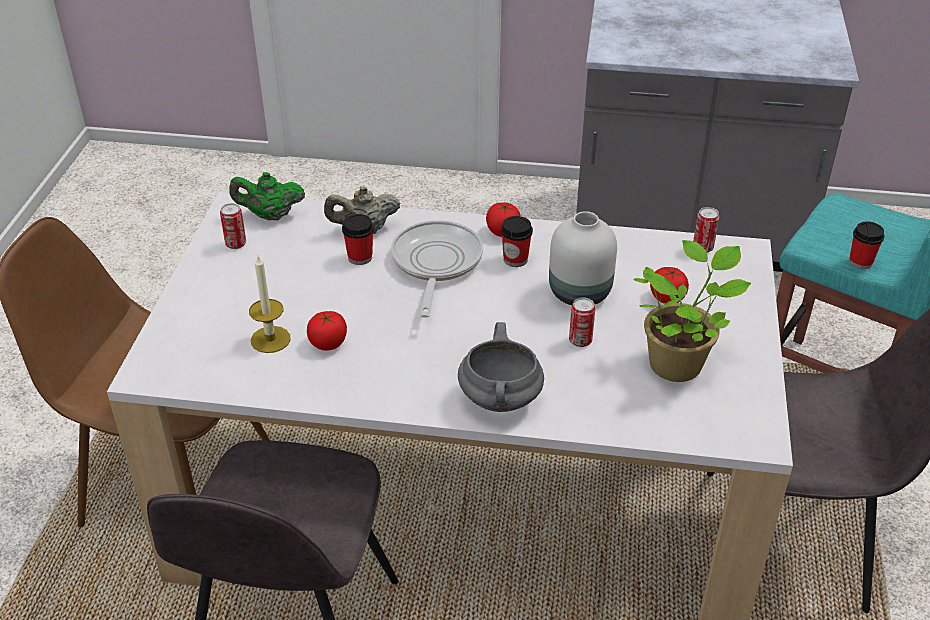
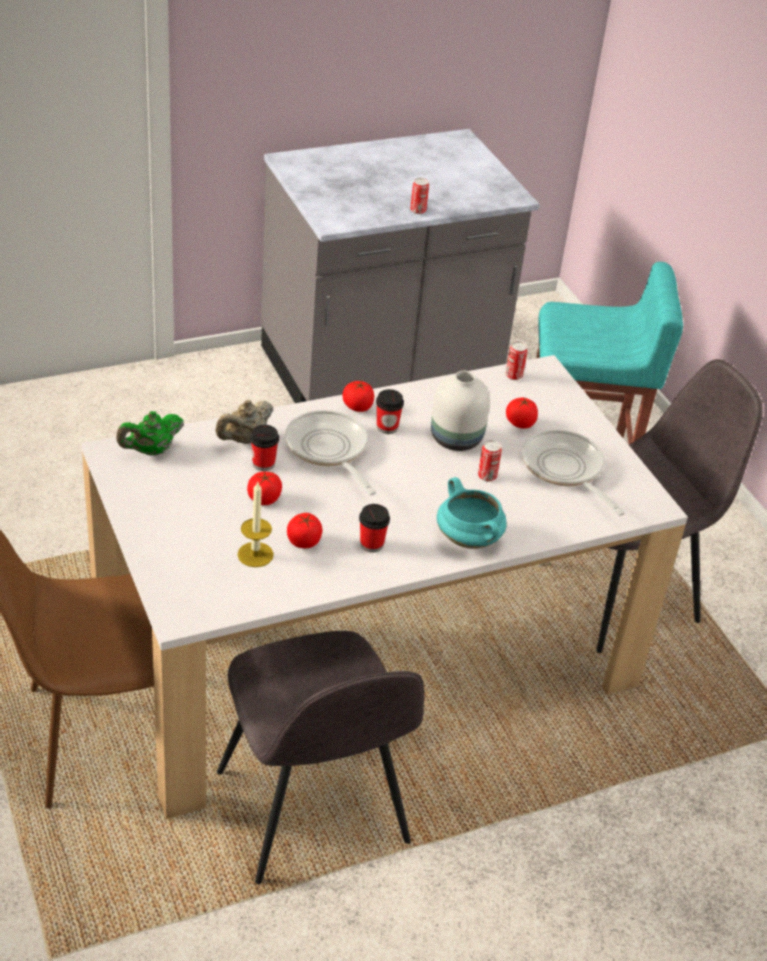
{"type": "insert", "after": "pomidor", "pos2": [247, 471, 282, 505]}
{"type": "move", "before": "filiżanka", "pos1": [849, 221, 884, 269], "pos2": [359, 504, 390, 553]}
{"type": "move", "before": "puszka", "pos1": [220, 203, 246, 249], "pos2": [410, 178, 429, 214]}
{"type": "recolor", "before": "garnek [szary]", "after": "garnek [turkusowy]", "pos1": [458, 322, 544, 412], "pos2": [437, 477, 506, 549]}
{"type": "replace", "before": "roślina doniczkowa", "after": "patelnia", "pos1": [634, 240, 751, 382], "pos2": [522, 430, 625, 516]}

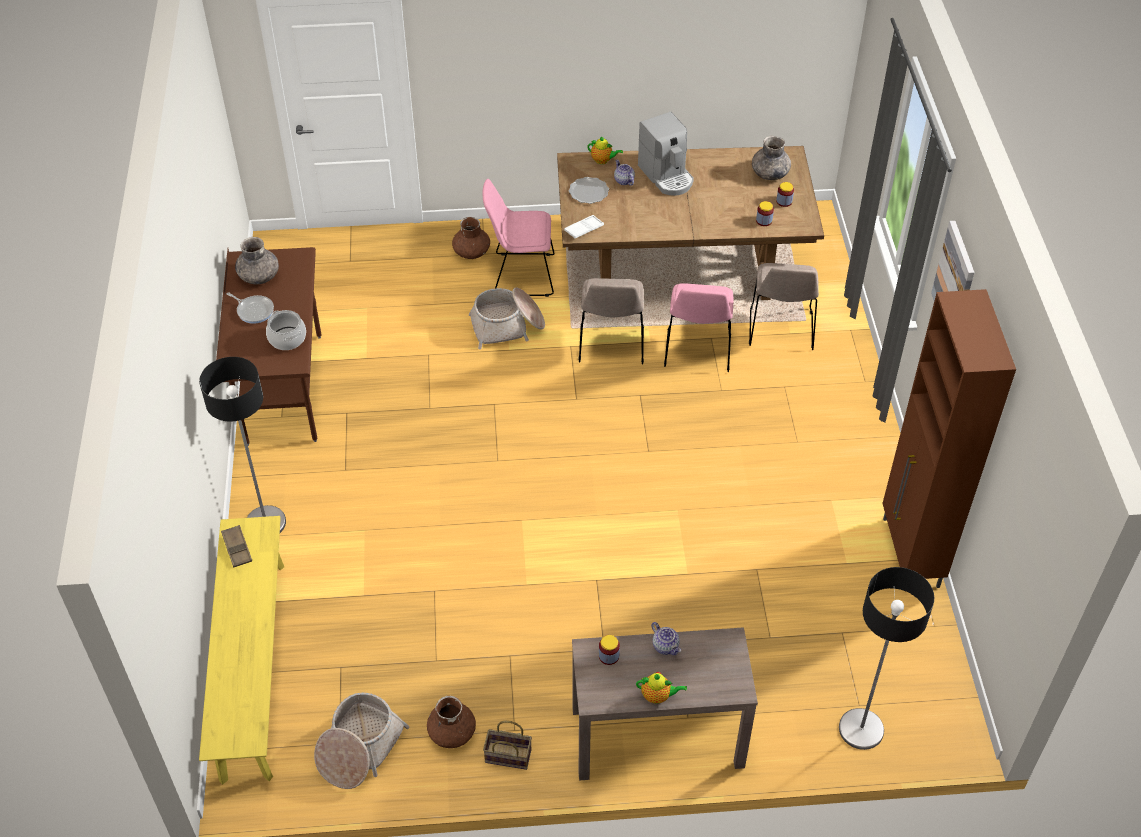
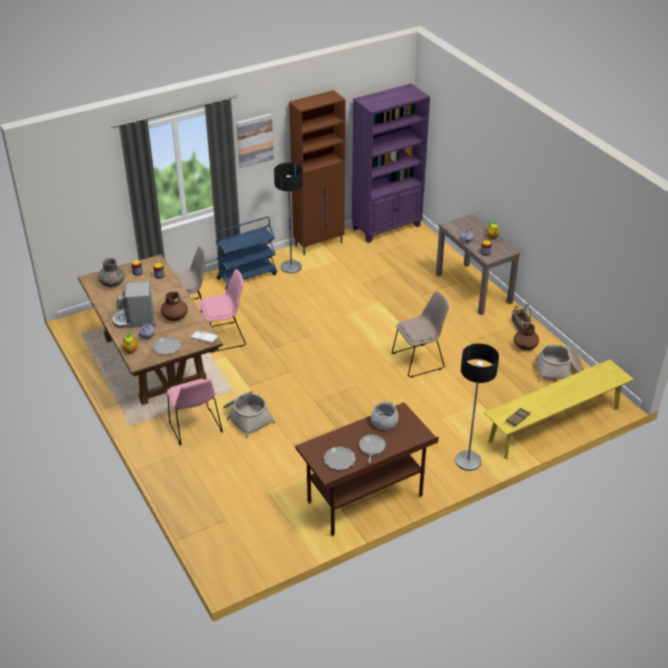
{"type": "rotate", "before": "ekspres do kawy", "pos1": [638, 112, 694, 196], "pos2": [112, 281, 154, 329], "turn": -135}
{"type": "move", "before": "wazon [brązowy]", "pos1": [452, 217, 490, 259], "pos2": [161, 291, 188, 321]}
{"type": "insert", "after": "wózek [niebieski]", "pos2": [216, 216, 277, 290]}
{"type": "move", "before": "lampa stojąca", "pos1": [839, 567, 934, 750], "pos2": [274, 163, 303, 273]}
{"type": "replace", "before": "wazon [szary]", "after": "talerz", "pos1": [235, 237, 279, 285], "pos2": [324, 447, 356, 470]}
{"type": "insert", "after": "regał [fioletowy]", "pos2": [352, 84, 430, 243]}
{"type": "move", "before": "krzesło [beżowy]", "pos1": [579, 278, 644, 365], "pos2": [392, 291, 449, 378]}

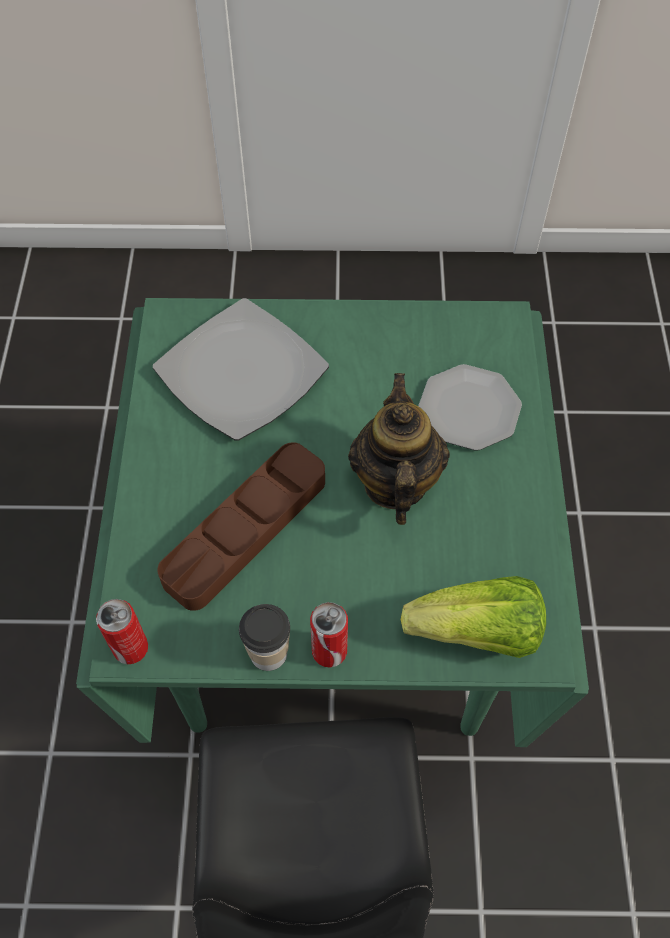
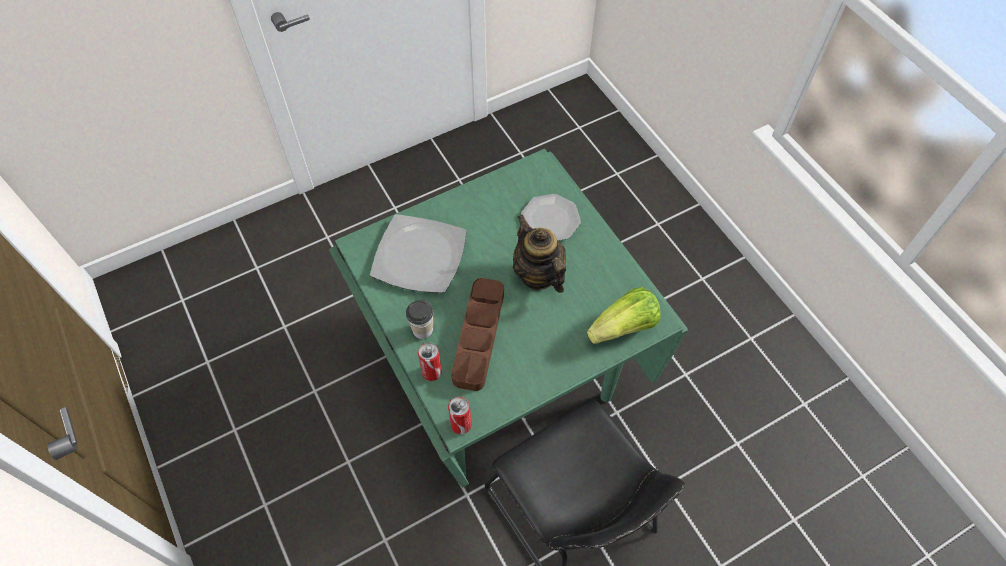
{"type": "move", "before": "filiżanka", "pos1": [239, 604, 290, 671], "pos2": [406, 300, 433, 339]}
{"type": "move", "before": "puszka", "pos1": [310, 602, 348, 668], "pos2": [418, 343, 442, 381]}

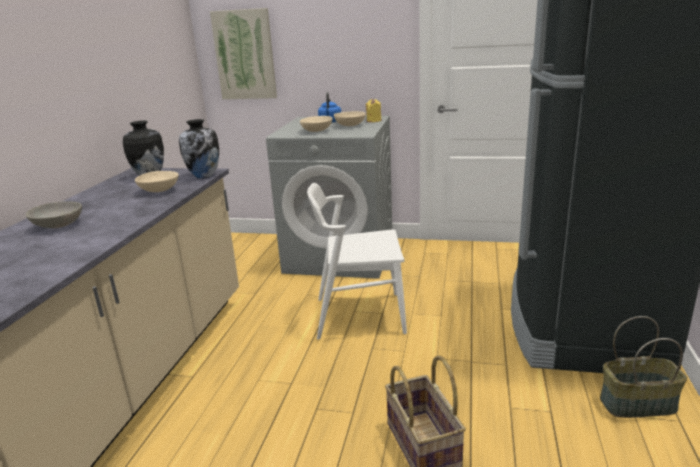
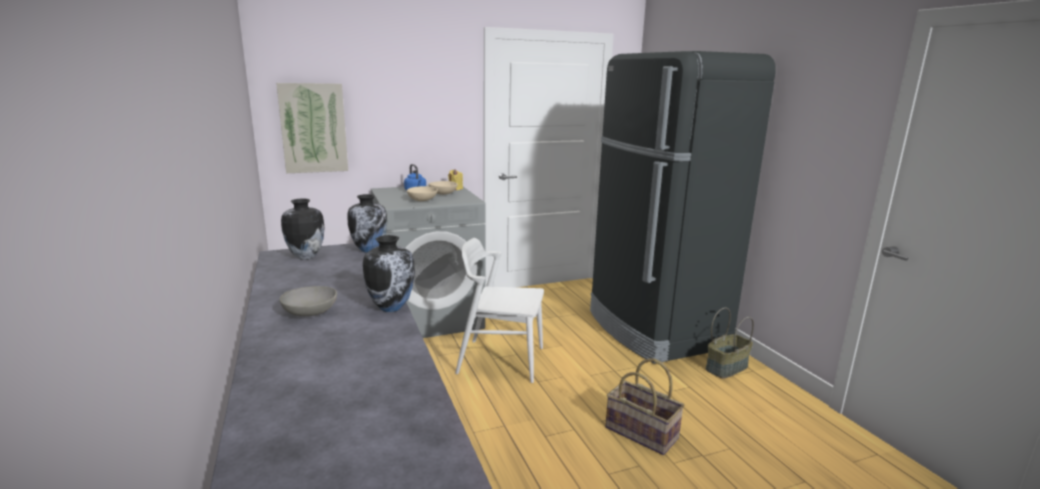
{"type": "insert", "after": "wazon", "pos2": [363, 235, 415, 312]}
{"type": "rotate", "before": "krzesło [biały]", "pos1": [307, 183, 407, 340], "pos2": [455, 238, 544, 383], "turn": 45}
{"type": "delete", "before": "miska [beżowy]", "pos1": [135, 171, 179, 192]}

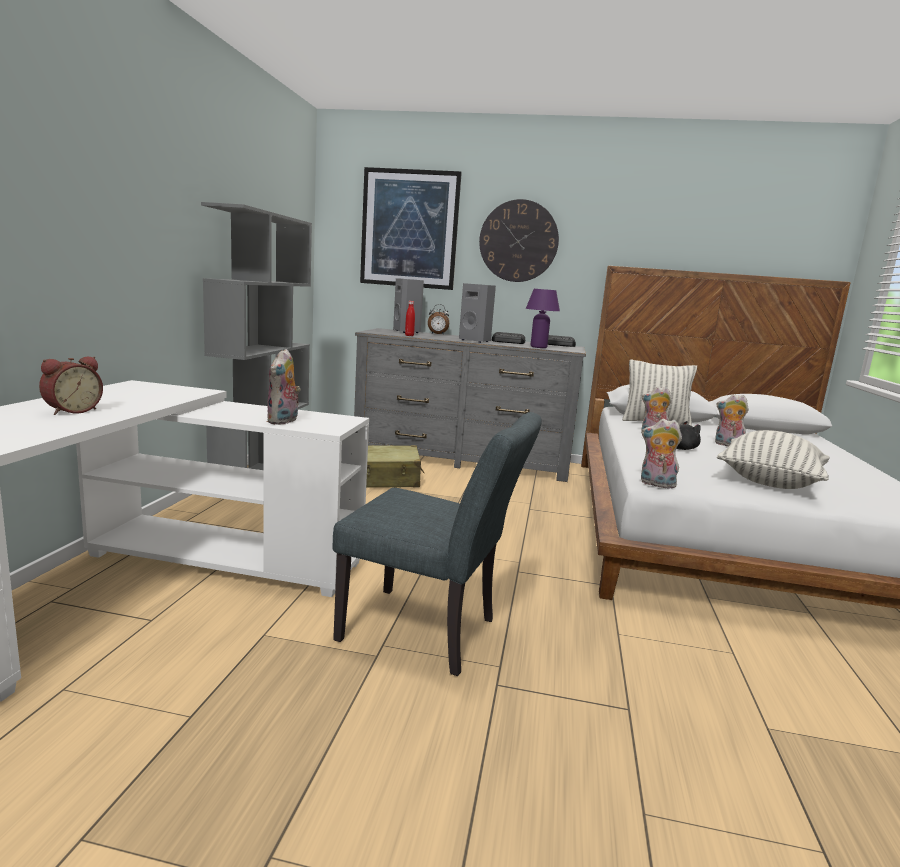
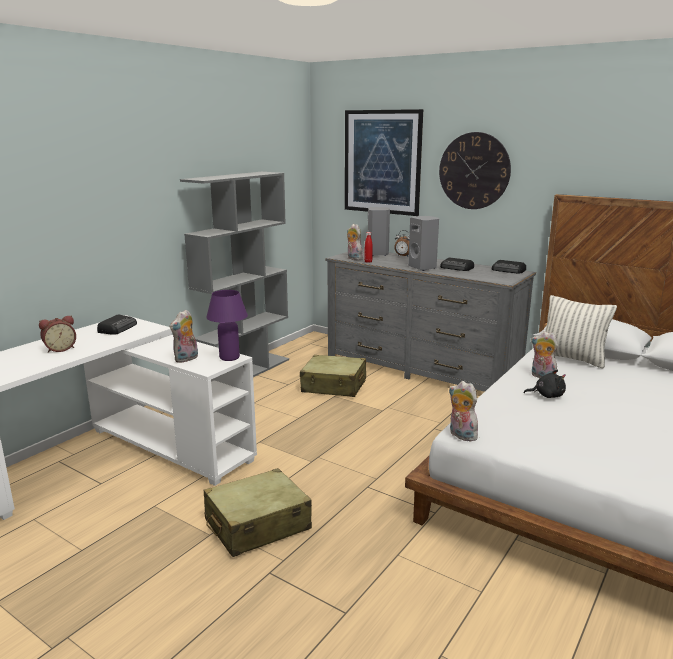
{"type": "insert", "after": "radio", "pos2": [97, 314, 137, 335]}
{"type": "replace", "before": "krzesło [szary]", "after": "walizka [beżowy]", "pos1": [332, 412, 542, 676], "pos2": [204, 468, 312, 557]}
{"type": "move", "before": "lampa stołowa [fioletowy]", "pos1": [526, 289, 560, 348], "pos2": [206, 290, 248, 361]}
{"type": "move", "before": "pluszak", "pos1": [715, 394, 749, 447], "pos2": [347, 224, 363, 260]}
{"type": "delete", "before": "poduszka", "pos1": [717, 430, 830, 489]}

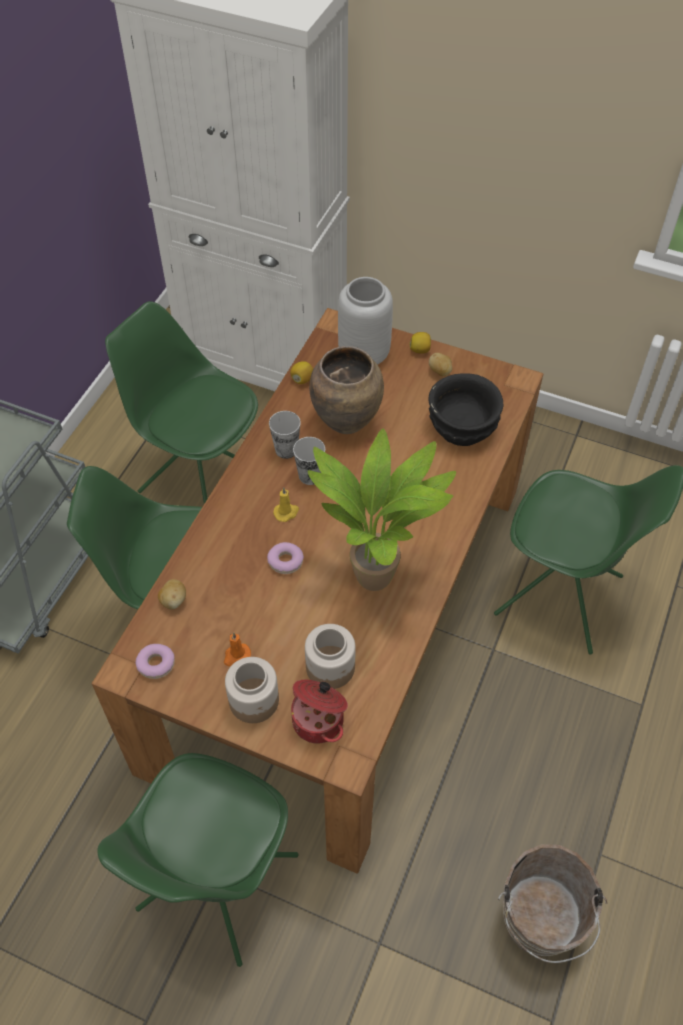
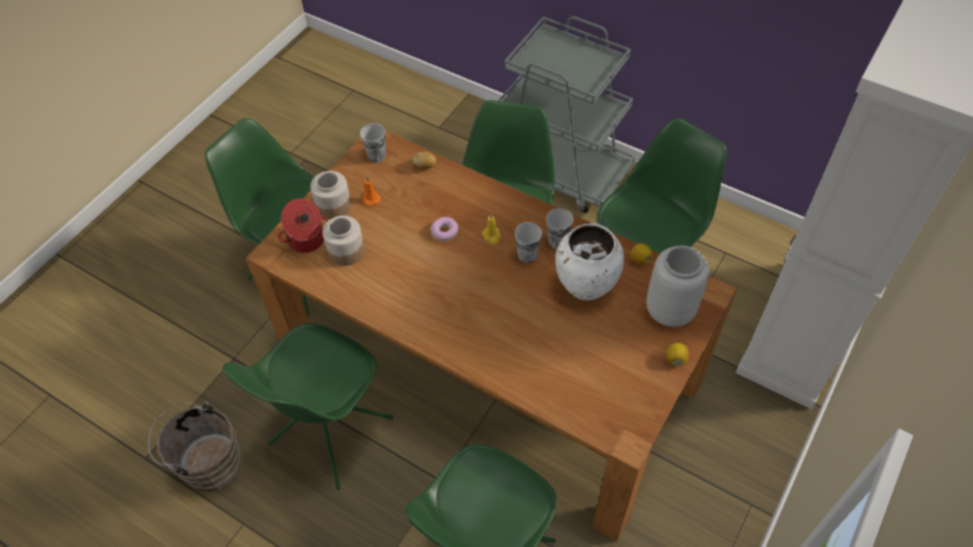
{"type": "insert", "after": "krzesło [zielony]", "pos2": [223, 323, 394, 490]}
{"type": "replace", "before": "donut", "after": "filiżanka", "pos1": [135, 644, 175, 679], "pos2": [360, 123, 386, 163]}
{"type": "recolor", "before": "wazon [brązowy]", "after": "wazon [biały]", "pos1": [309, 346, 384, 434], "pos2": [555, 223, 624, 300]}
{"type": "delete", "before": "roślina doniczkowa", "pos1": [308, 429, 456, 591]}
{"type": "delete", "before": "ziemniak", "pos1": [429, 353, 452, 376]}
{"type": "delete", "before": "miska [czarny]", "pos1": [429, 373, 503, 446]}

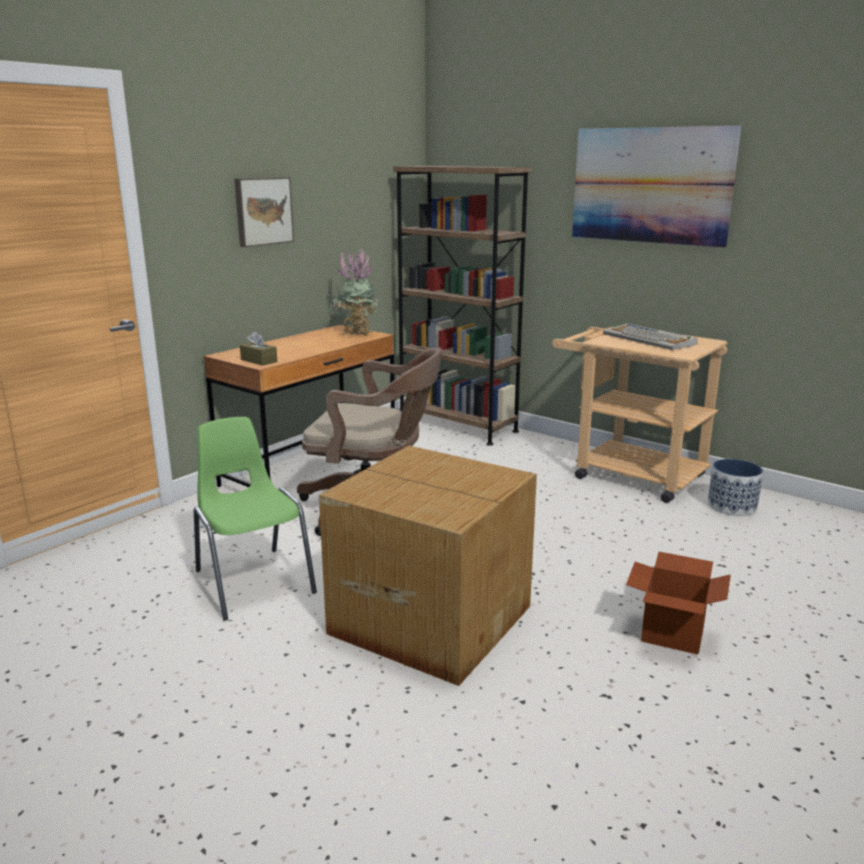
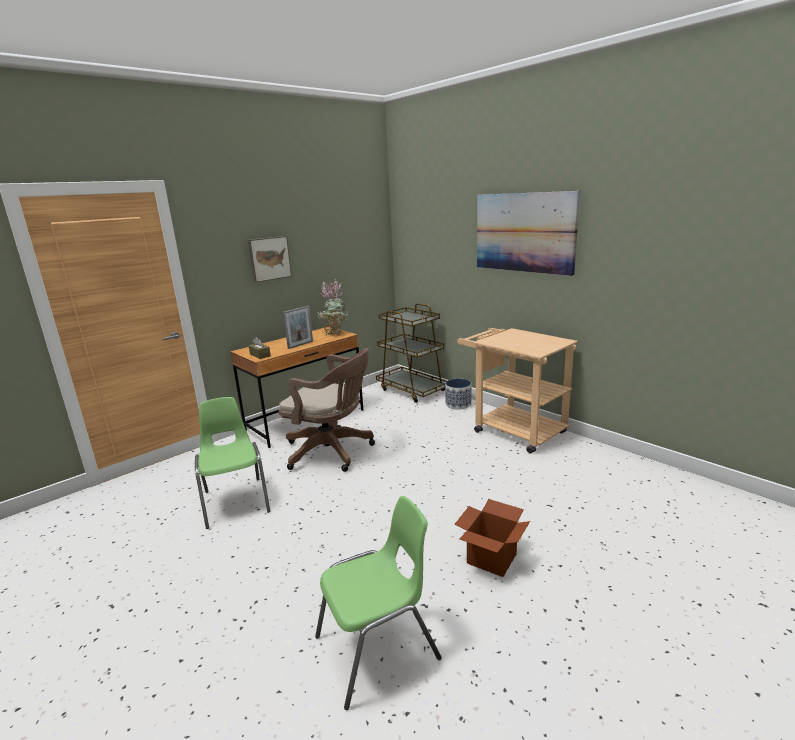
{"type": "insert", "after": "ramka na zdjęcie", "pos2": [283, 306, 313, 349]}
{"type": "insert", "after": "krzesło [zielony]", "pos2": [315, 496, 442, 710]}
{"type": "replace", "before": "regał [brązowy]", "after": "wózek [brązowy]", "pos1": [393, 166, 532, 446], "pos2": [376, 303, 446, 403]}
{"type": "move", "before": "donica", "pos1": [708, 459, 763, 516], "pos2": [445, 378, 472, 410]}
{"type": "delete", "before": "karton", "pos1": [319, 445, 537, 686]}
{"type": "delete", "before": "klawiatura", "pos1": [603, 323, 698, 350]}

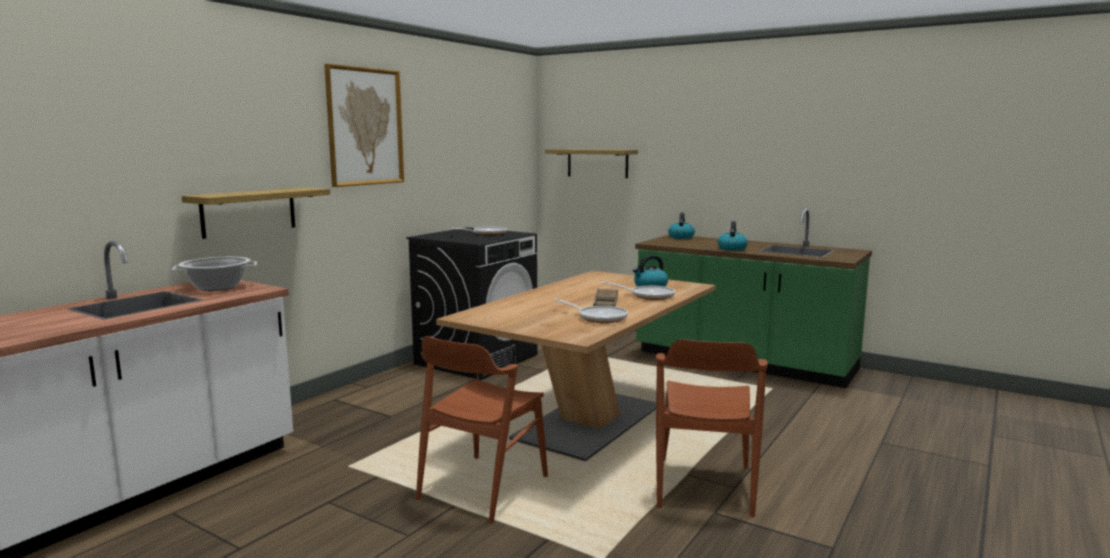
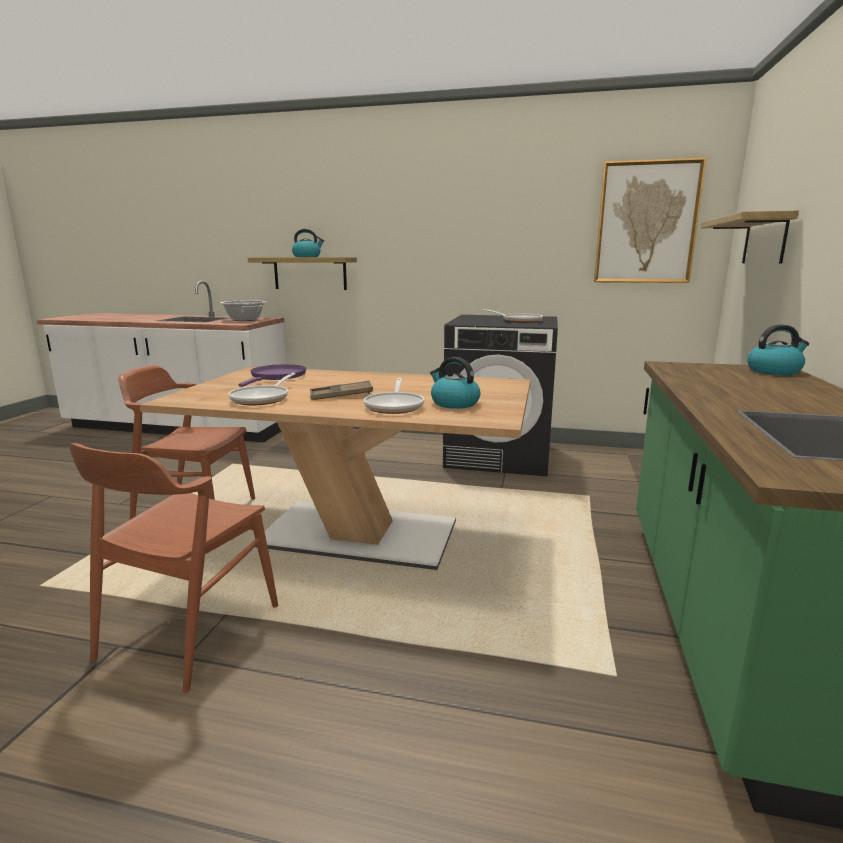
{"type": "rotate", "before": "krzesło [brązowy]", "pos1": [656, 339, 768, 517], "pos2": [69, 443, 278, 693], "turn": -60}
{"type": "insert", "after": "patelnia [fioletowy]", "pos2": [238, 364, 306, 387]}
{"type": "move", "before": "czajnik", "pos1": [718, 221, 748, 251], "pos2": [292, 229, 324, 257]}
{"type": "move", "before": "obraz", "pos1": [324, 64, 404, 187], "pos2": [594, 158, 706, 283]}

